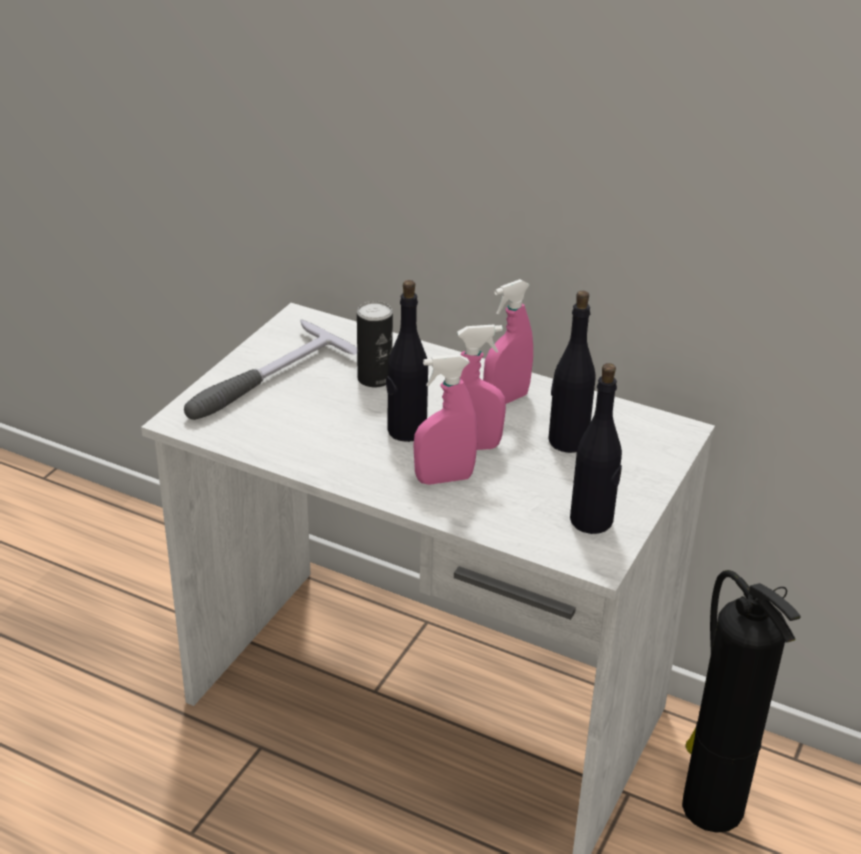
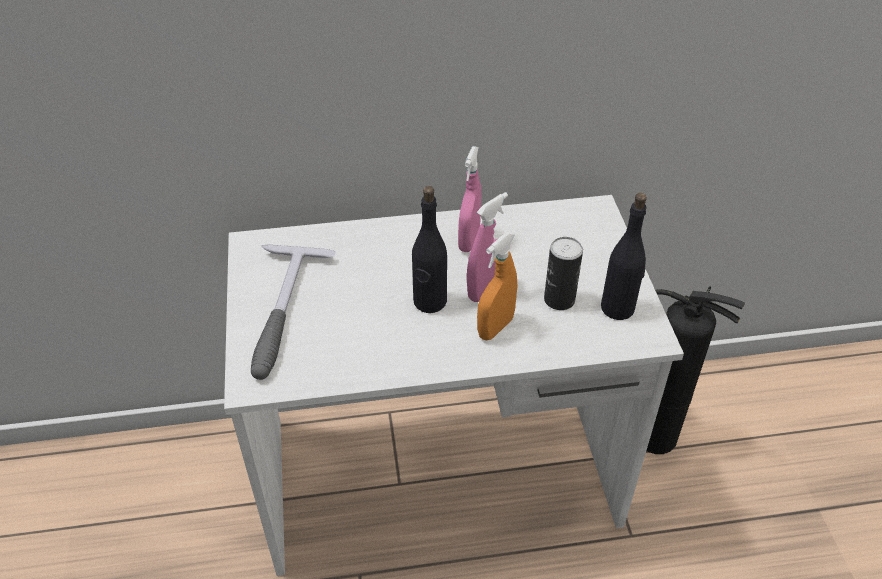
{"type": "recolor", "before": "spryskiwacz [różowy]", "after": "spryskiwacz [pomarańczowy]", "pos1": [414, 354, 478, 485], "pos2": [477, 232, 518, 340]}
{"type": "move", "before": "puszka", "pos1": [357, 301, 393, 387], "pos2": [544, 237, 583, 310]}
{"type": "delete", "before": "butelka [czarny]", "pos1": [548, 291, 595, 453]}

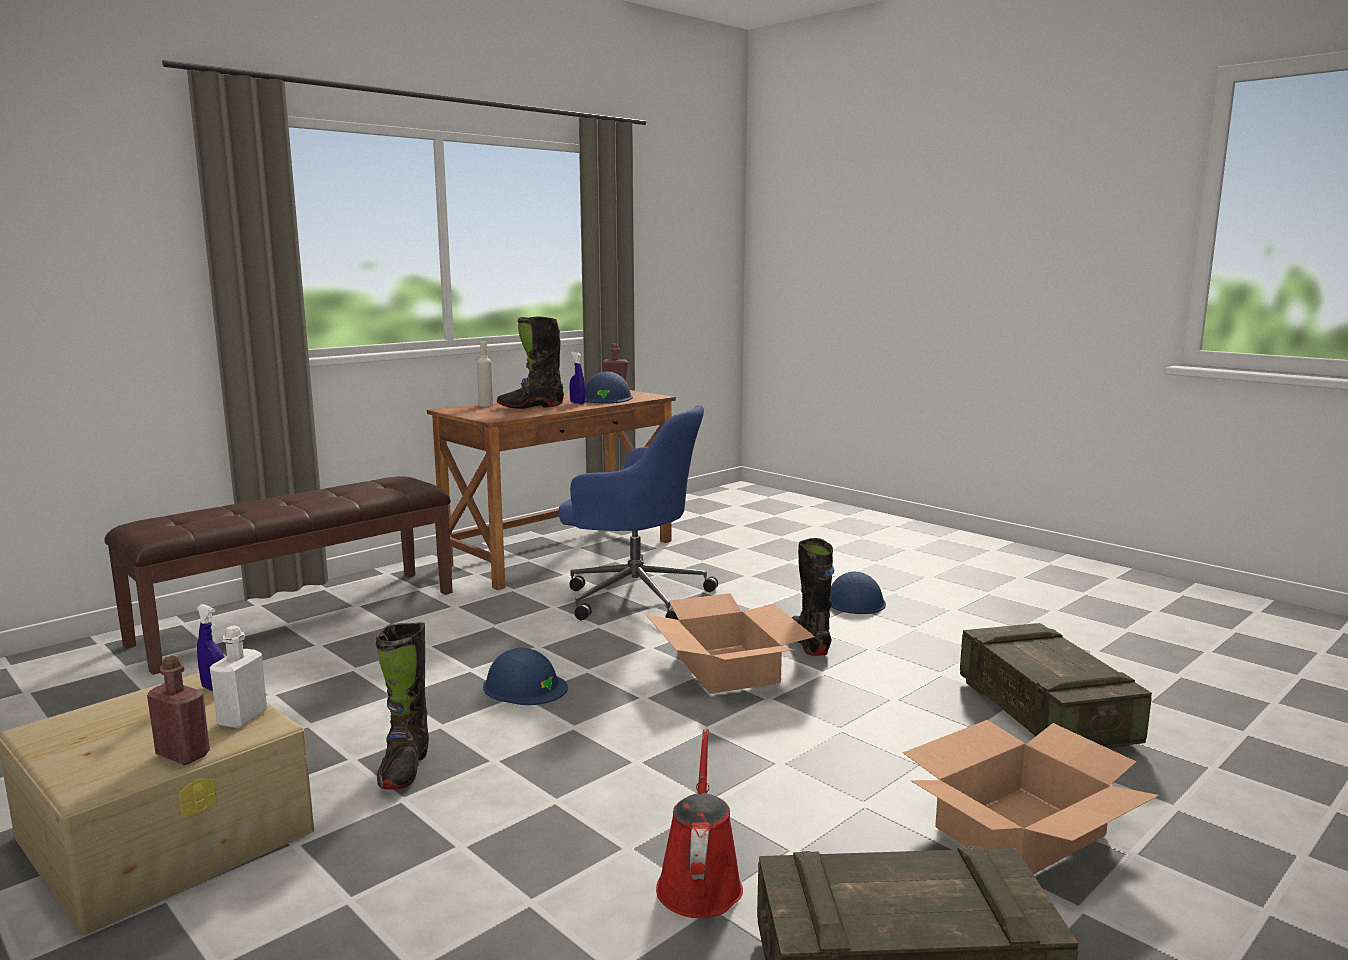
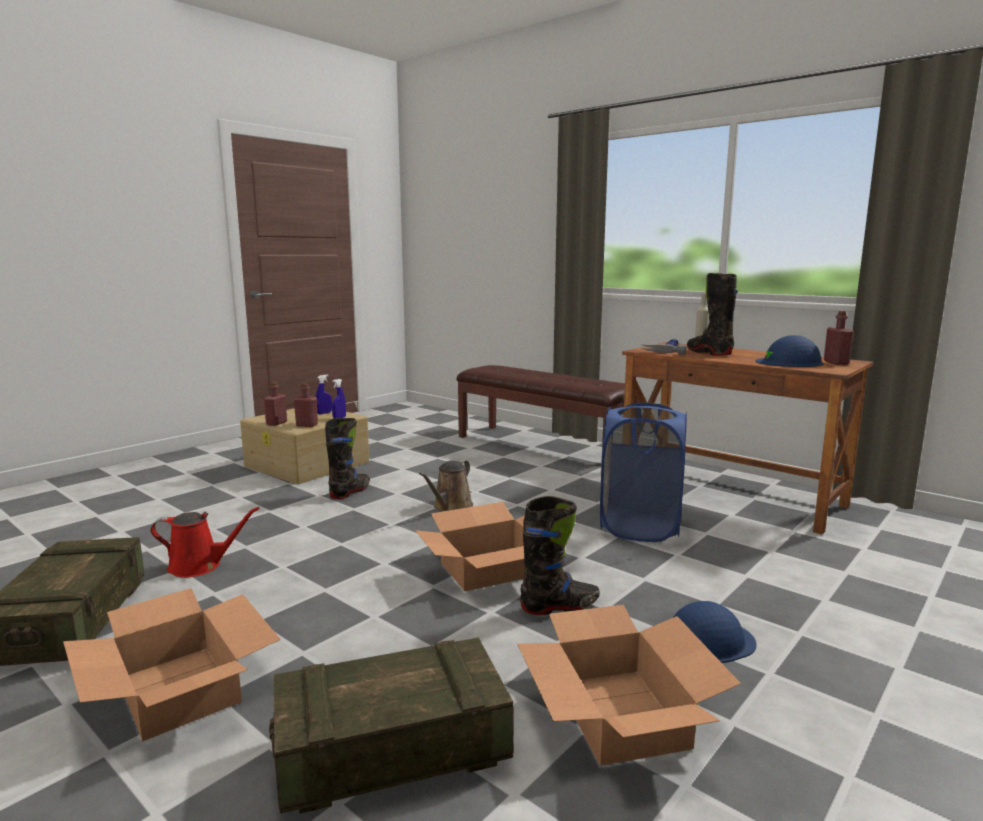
{"type": "recolor", "before": "butelka [biały]", "after": "butelka [czerwony]", "pos1": [210, 625, 267, 728], "pos2": [294, 383, 318, 427]}
{"type": "move", "before": "spryskiwacz [niebieski]", "pos1": [569, 352, 585, 404], "pos2": [316, 374, 332, 415]}
{"type": "rotate", "before": "but z cholewką [czarny]", "pos1": [376, 622, 429, 790], "pos2": [325, 418, 370, 499], "turn": 120}
{"type": "replace", "before": "kask [niebieski]", "after": "konewka [brązowy]", "pos1": [483, 648, 568, 705], "pos2": [419, 460, 473, 512]}
{"type": "insert", "after": "karton", "pos2": [517, 605, 741, 766]}
{"type": "replace", "before": "krzesło biurowe [niebieski]", "after": "kosz na pranie [niebieski]", "pos1": [558, 405, 718, 620], "pos2": [600, 402, 687, 542]}
{"type": "insert", "after": "młotek", "pos2": [641, 339, 686, 355]}

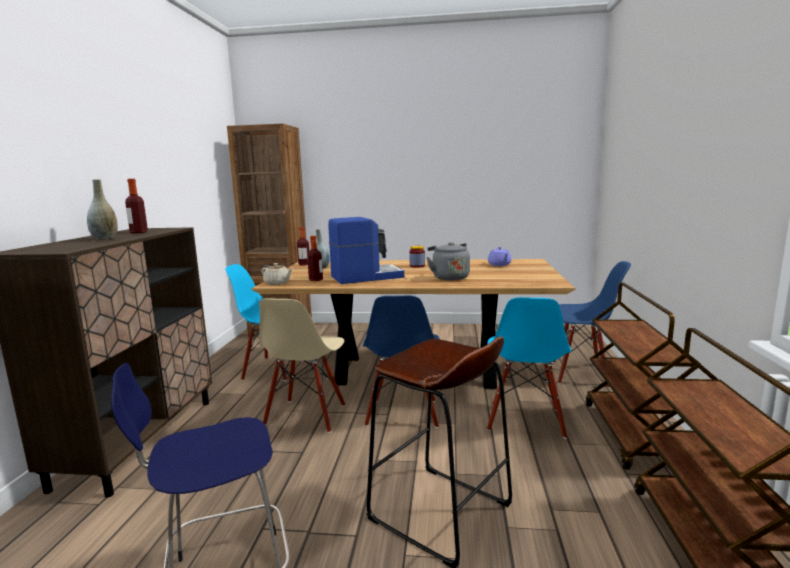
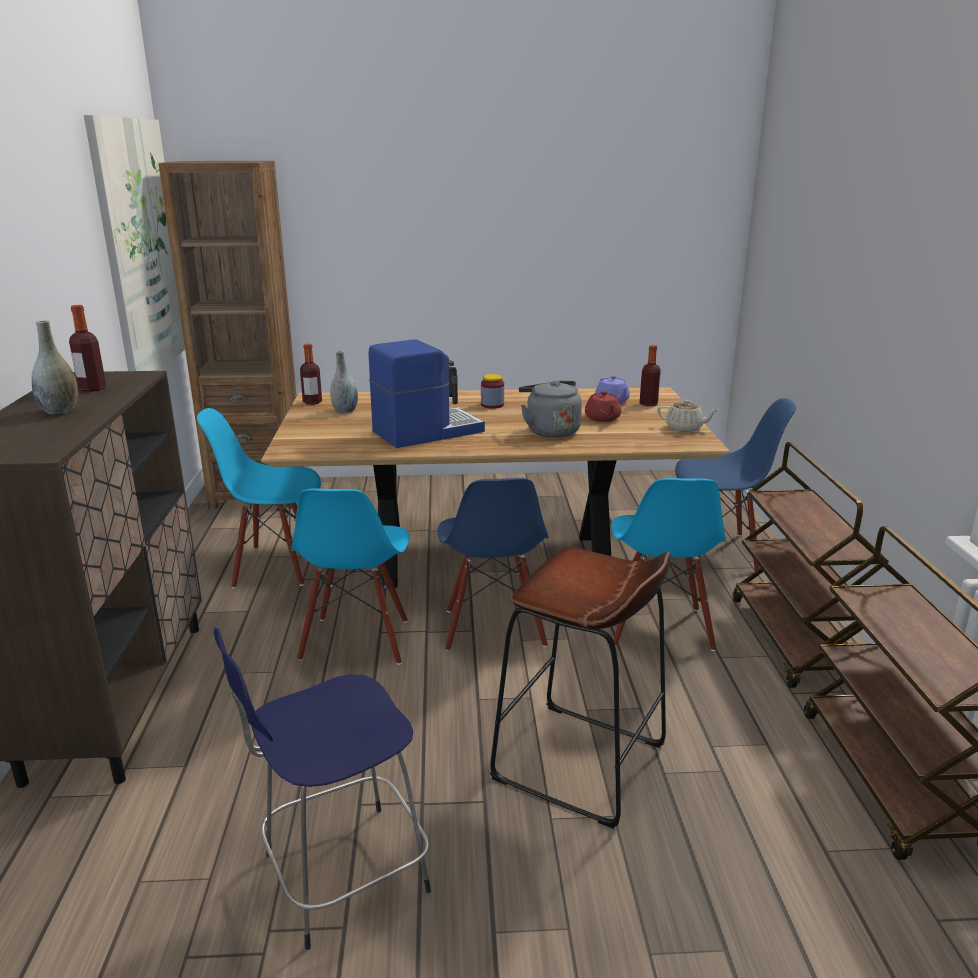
{"type": "insert", "after": "obraz", "pos2": [84, 115, 185, 371]}
{"type": "recolor", "before": "krzesło [beżowy]", "after": "krzesło [niebieski]", "pos1": [259, 298, 345, 433], "pos2": [291, 488, 409, 665]}
{"type": "insert", "after": "imbryk [czerwony]", "pos2": [585, 391, 621, 422]}
{"type": "move", "before": "butelka", "pos1": [307, 236, 323, 281], "pos2": [640, 345, 661, 406]}
{"type": "move", "before": "imbryk [beżowy]", "pos1": [261, 263, 293, 285], "pos2": [657, 399, 719, 432]}

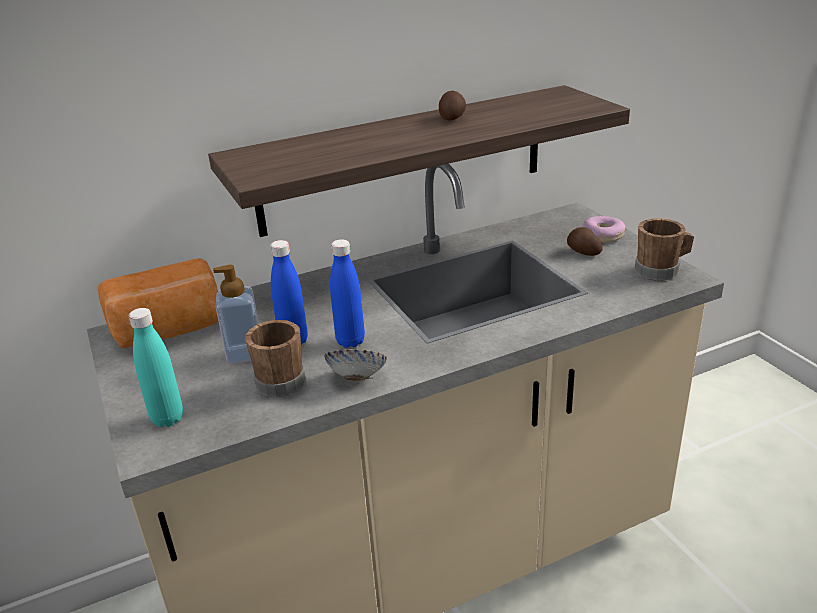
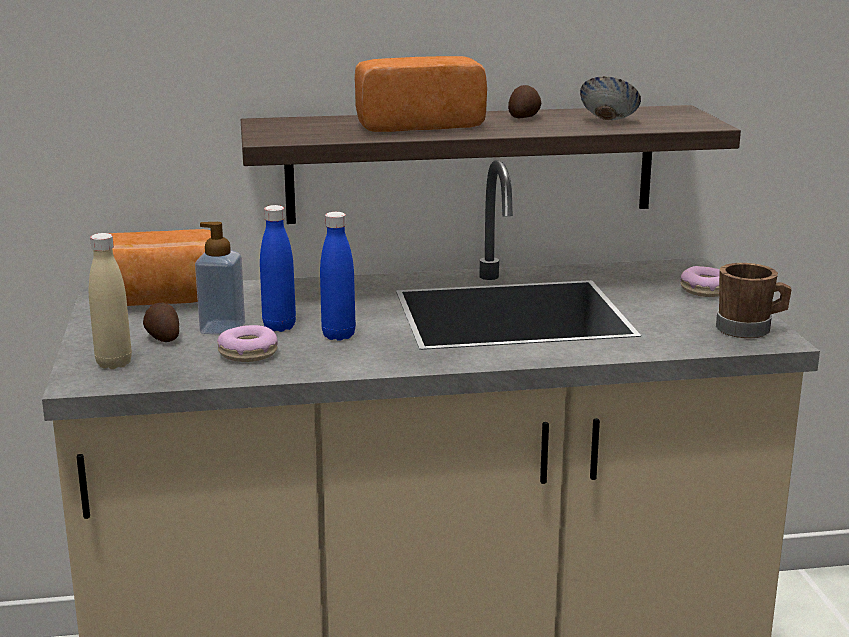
{"type": "recolor", "before": "butelka [turkusowy]", "after": "butelka [beżowy]", "pos1": [128, 308, 183, 427], "pos2": [89, 233, 132, 369]}
{"type": "move", "before": "ziemniak", "pos1": [567, 227, 603, 256], "pos2": [143, 303, 179, 342]}
{"type": "replace", "before": "kubek [brązowy]", "after": "donut", "pos1": [245, 320, 306, 397], "pos2": [217, 325, 278, 362]}
{"type": "insert", "after": "chleb", "pos2": [355, 56, 487, 132]}
{"type": "move", "before": "miska", "pos1": [324, 349, 387, 381], "pos2": [580, 76, 641, 120]}

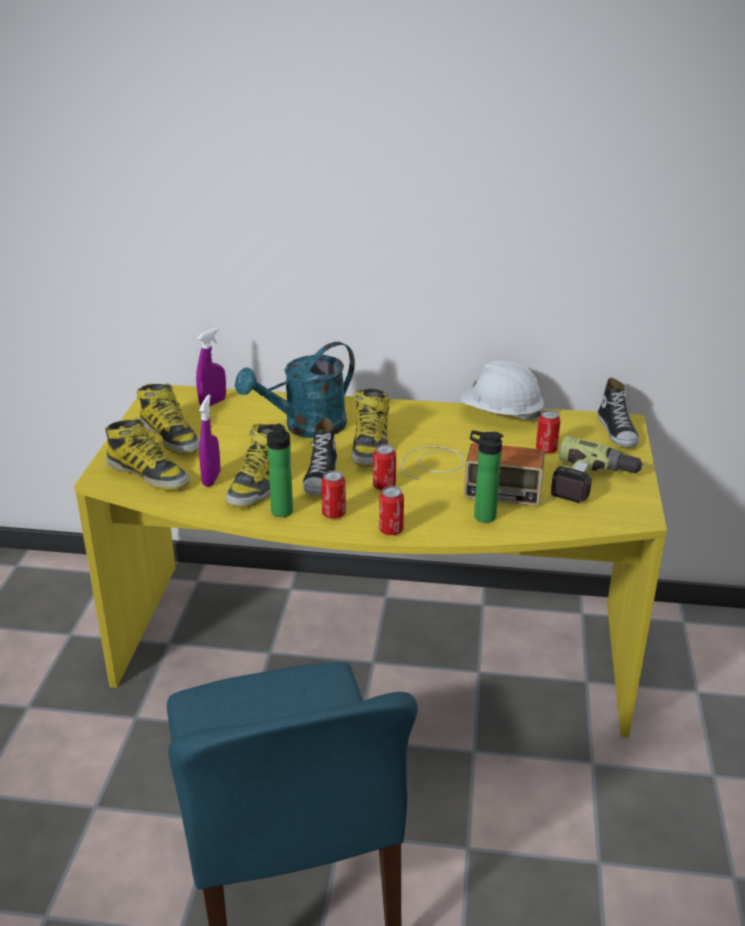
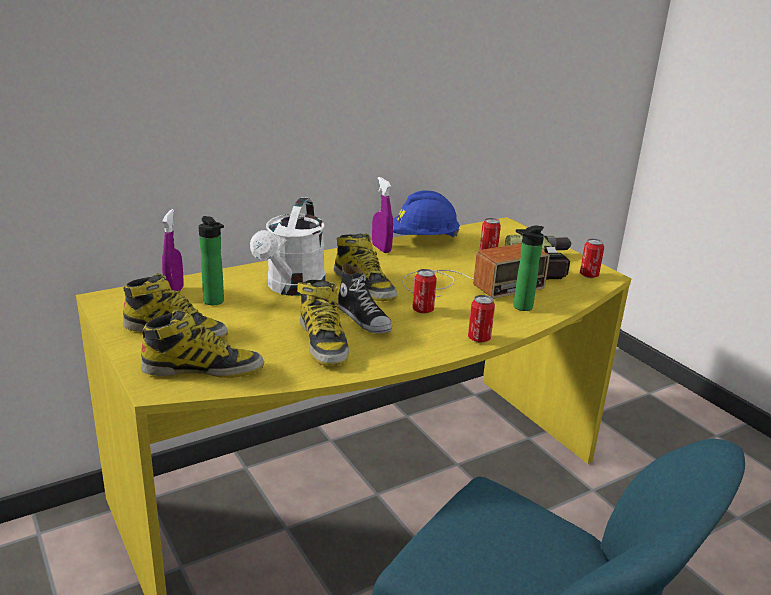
{"type": "move", "before": "butelka", "pos1": [267, 423, 293, 517], "pos2": [199, 216, 224, 305]}
{"type": "recolor", "before": "konewka [turkusowy]", "after": "konewka [biały]", "pos1": [235, 342, 355, 438], "pos2": [250, 197, 325, 296]}
{"type": "move", "before": "spryskiwacz [fioletowy]", "pos1": [199, 395, 220, 487], "pos2": [372, 177, 393, 253]}
{"type": "recolor", "before": "kask [biały]", "after": "kask [niebieski]", "pos1": [461, 360, 544, 422], "pos2": [393, 190, 460, 237]}
{"type": "move", "before": "puszka", "pos1": [321, 470, 346, 519], "pos2": [580, 238, 604, 278]}
{"type": "delete", "before": "but", "pos1": [598, 378, 639, 447]}

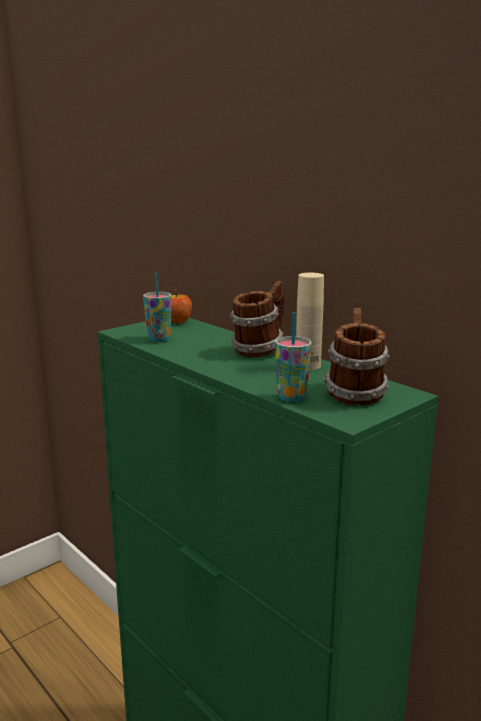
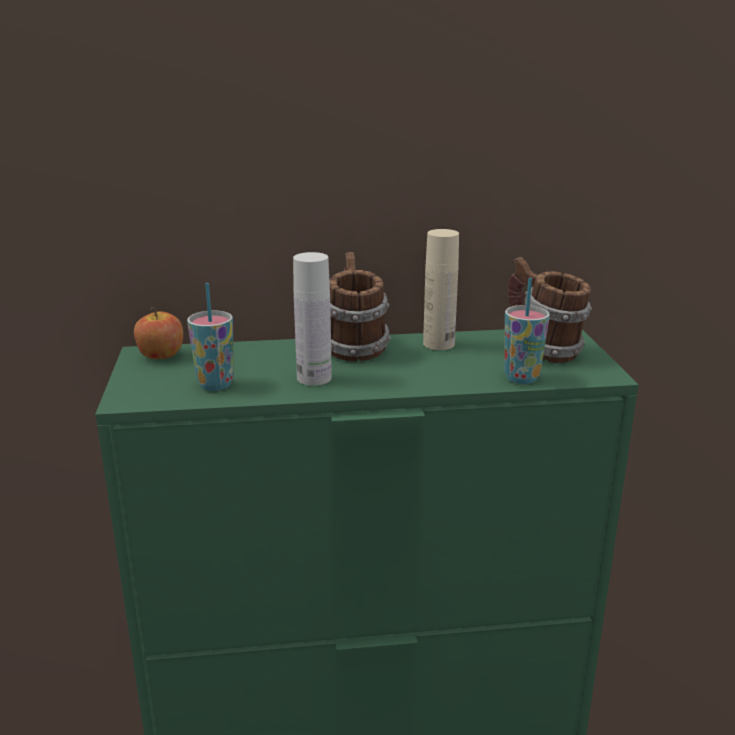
{"type": "insert", "after": "butelka [biały]", "pos2": [293, 252, 332, 386]}

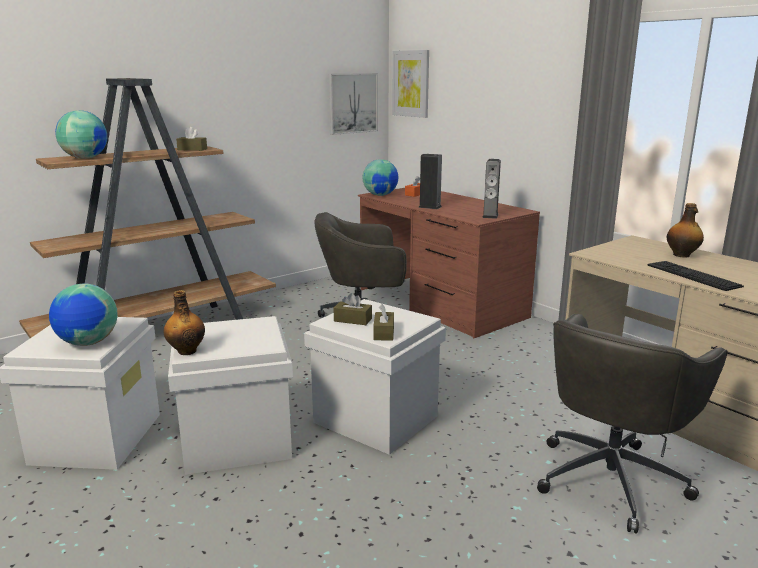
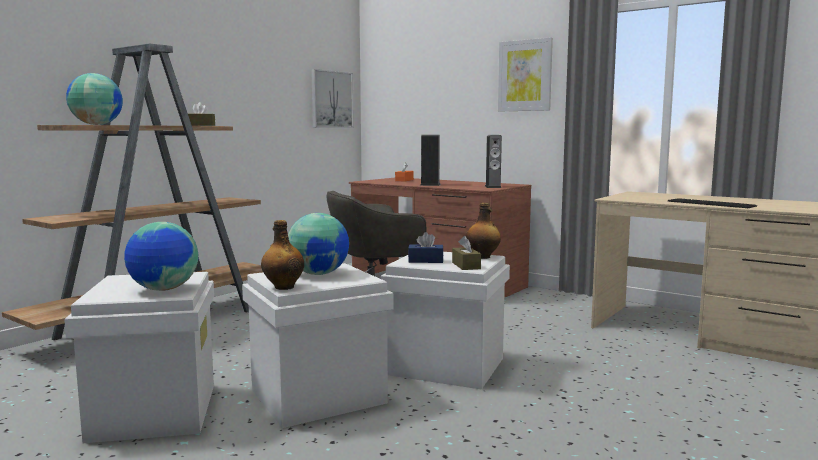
{"type": "move", "before": "globus", "pos1": [362, 159, 399, 196], "pos2": [288, 213, 349, 275]}
{"type": "recolor", "before": "pudełko chusteczek [brązowy]", "after": "pudełko chusteczek [niebieski]", "pos1": [333, 293, 372, 325], "pos2": [408, 232, 443, 263]}
{"type": "move", "before": "butelka", "pos1": [667, 203, 704, 257], "pos2": [466, 203, 501, 259]}
{"type": "move", "before": "obraz", "pos1": [392, 50, 429, 118], "pos2": [498, 37, 553, 111]}
{"type": "delete", "before": "krzesło biurowe [szary]", "pos1": [537, 314, 728, 534]}

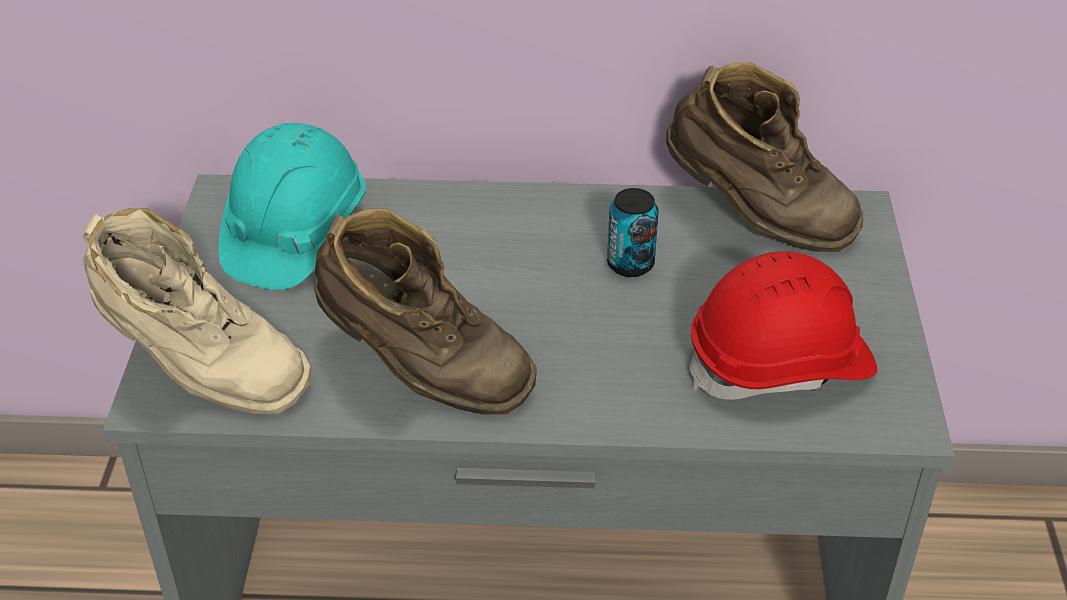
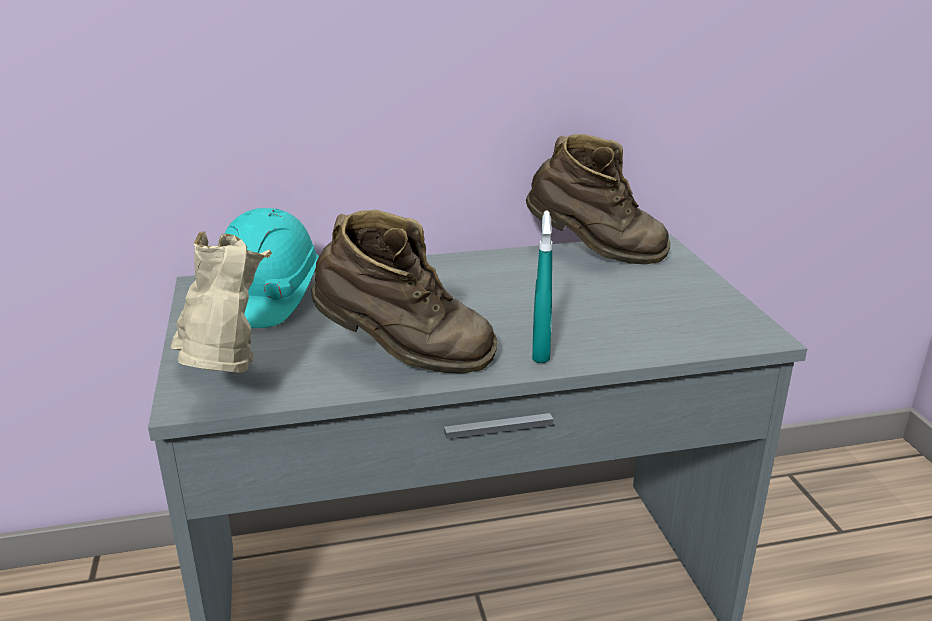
{"type": "rotate", "before": "but z cholewką [beżowy]", "pos1": [83, 208, 312, 414], "pos2": [171, 232, 272, 373], "turn": -120}
{"type": "insert", "after": "spryskiwacz [turkusowy]", "pos2": [532, 211, 553, 363]}
{"type": "delete", "before": "puszka", "pos1": [607, 188, 659, 277]}
{"type": "delete", "before": "kask [czerwony]", "pos1": [690, 251, 877, 400]}

